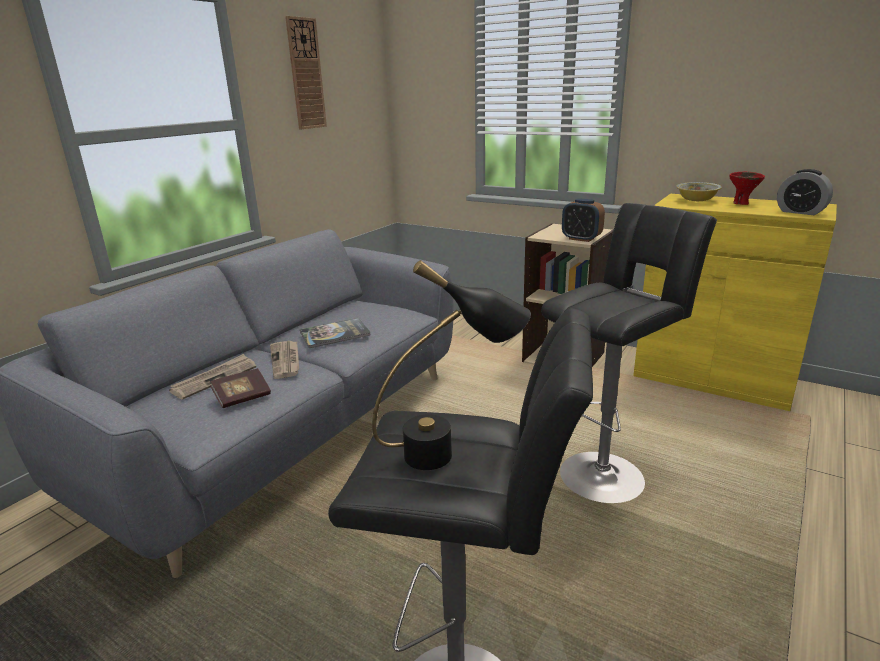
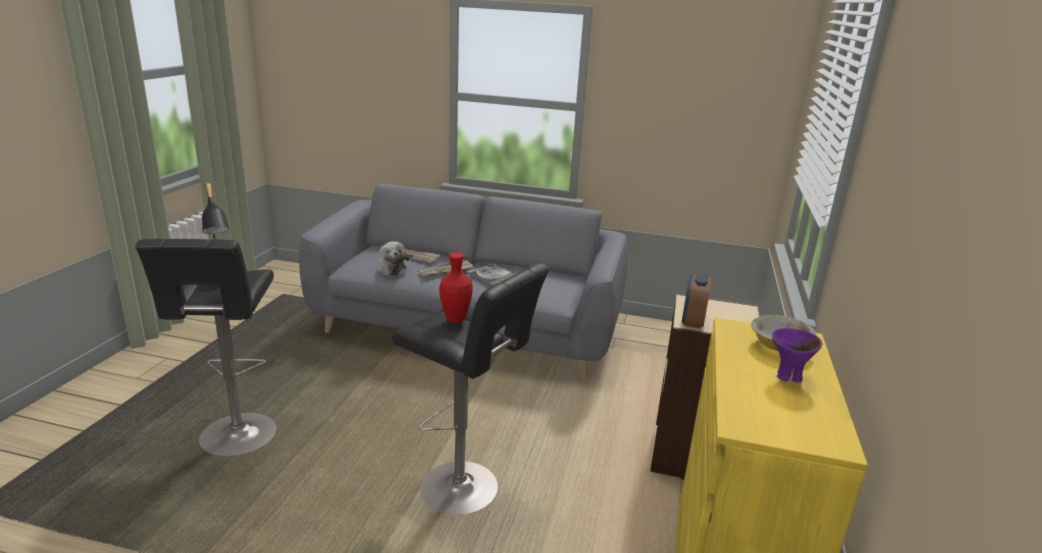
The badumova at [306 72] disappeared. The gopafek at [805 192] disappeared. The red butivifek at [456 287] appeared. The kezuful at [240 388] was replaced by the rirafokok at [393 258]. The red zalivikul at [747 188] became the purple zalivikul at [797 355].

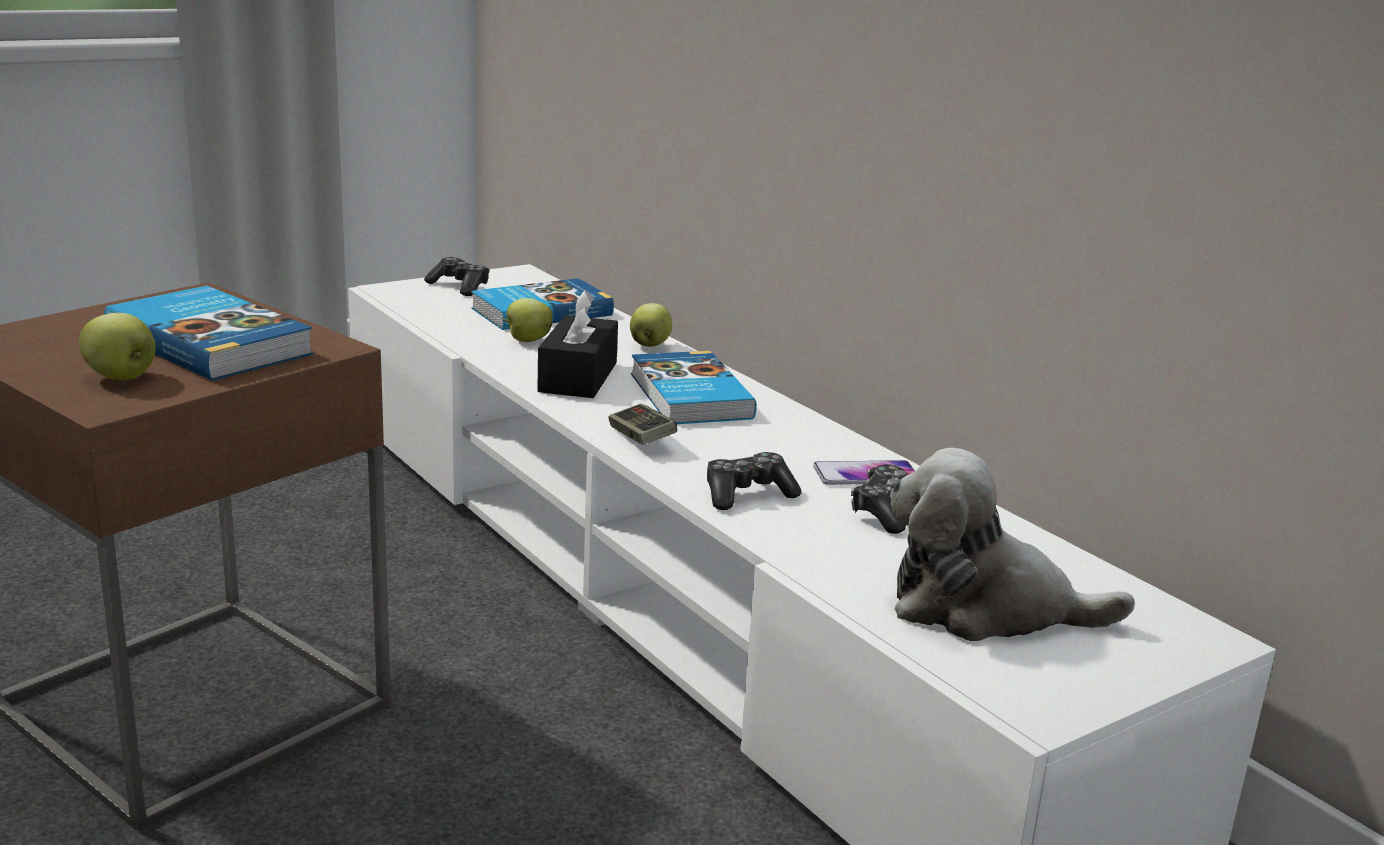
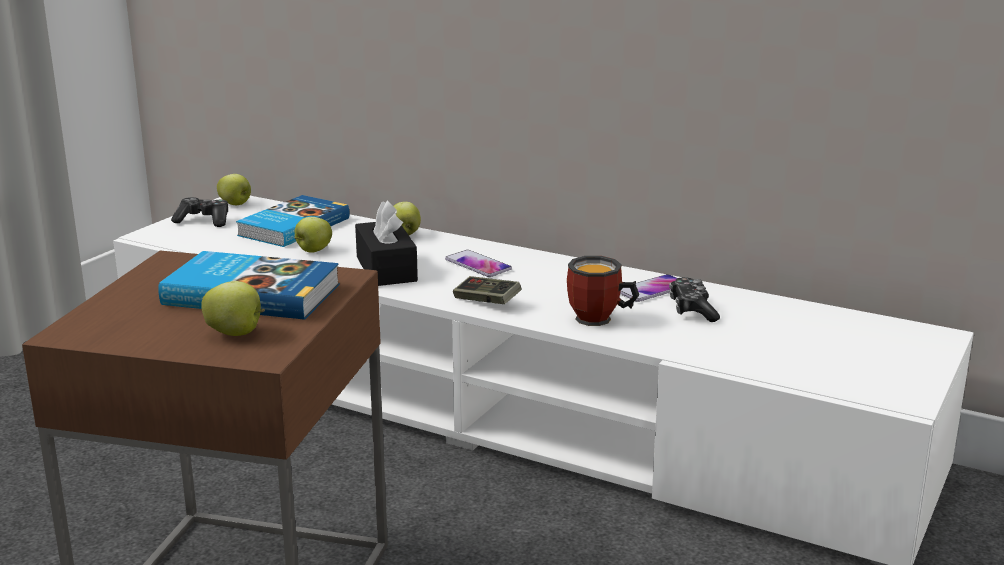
The rirafokok at [1012 544] disappeared. The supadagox at [234 189] appeared. The kezuful at [694 387] was replaced by the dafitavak at [478 263]. The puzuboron at [754 481] was replaced by the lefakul at [603 291].

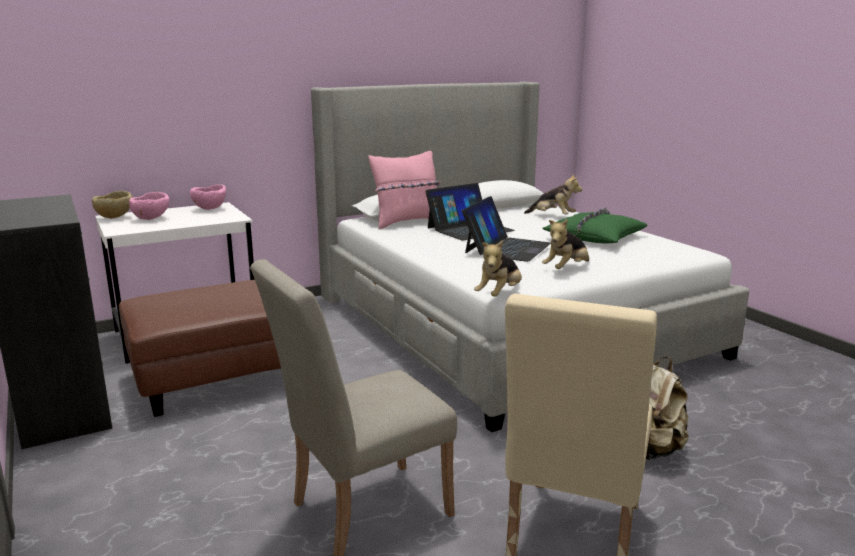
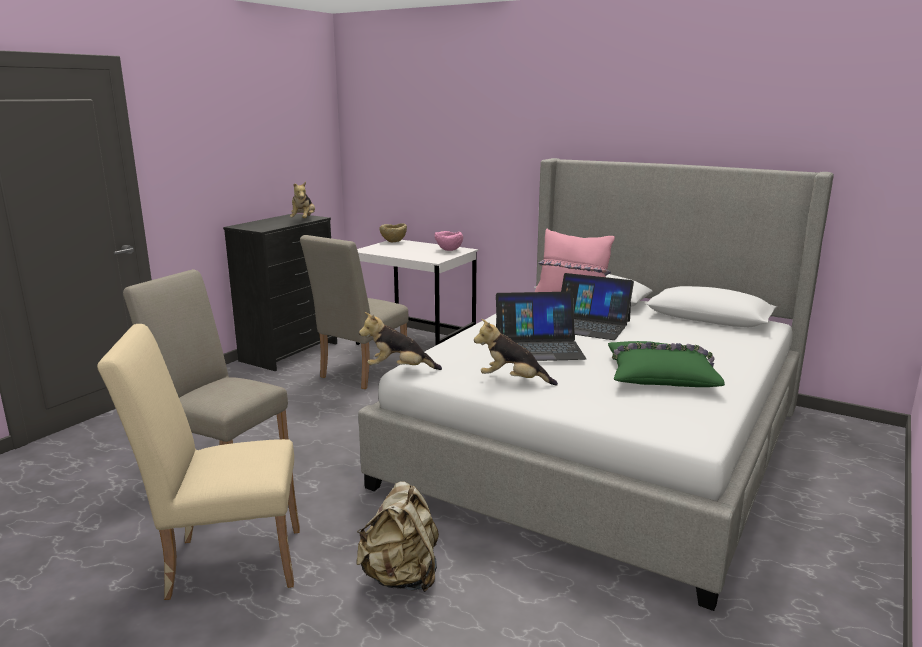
The pink zalivikul at [149 206] disappeared. The rirafokok moved from [553 194] to [302 200]. The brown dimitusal at [200 348] was replaced by the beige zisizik at [354 312].

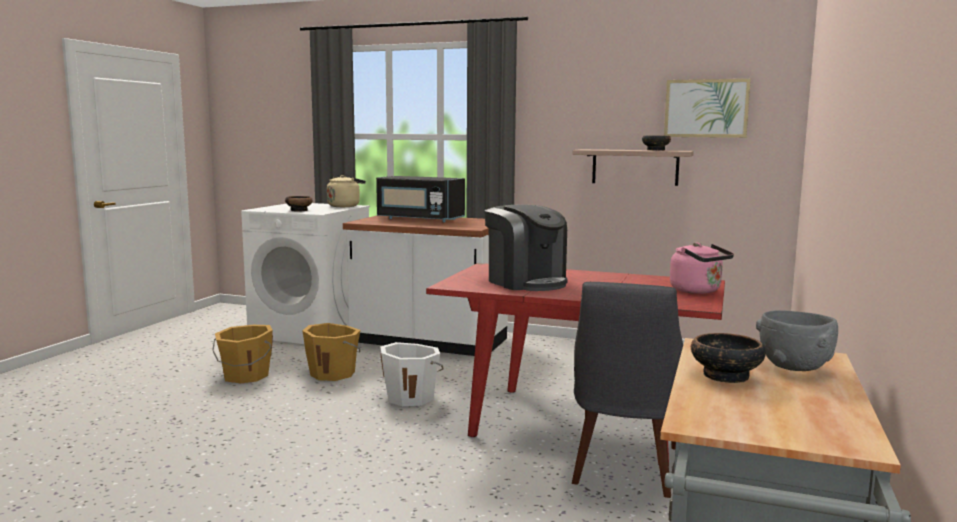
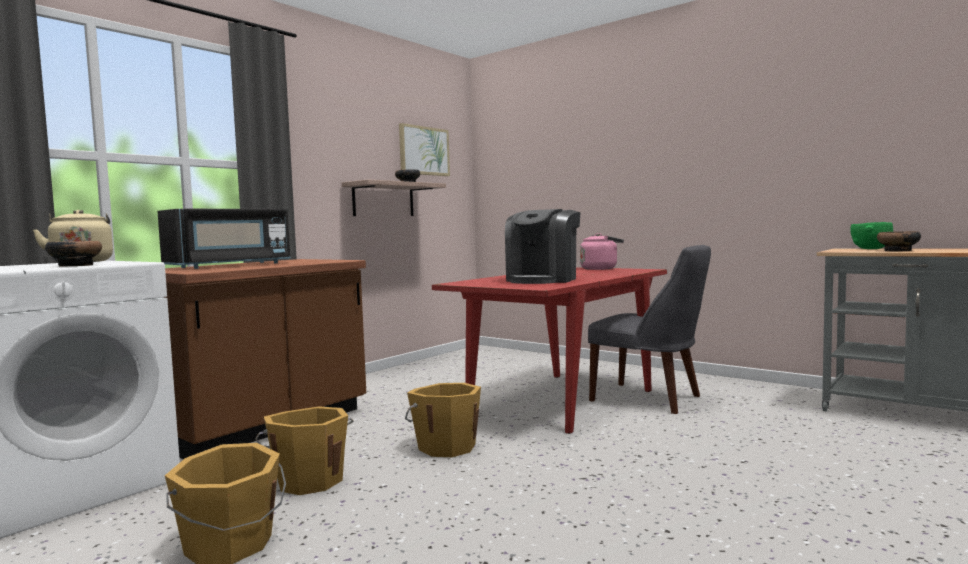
The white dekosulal at [425 285] became the brown dekosulal at [265 359]. The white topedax at [411 374] became the orange topedax at [443 420]. The grey zalivikul at [797 340] became the green zalivikul at [871 235]. The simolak at [526 247] turned 135 degrees clockwise.

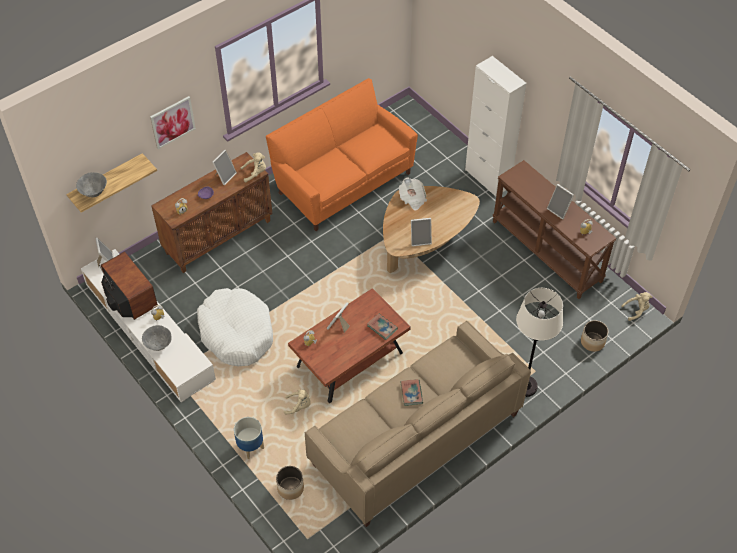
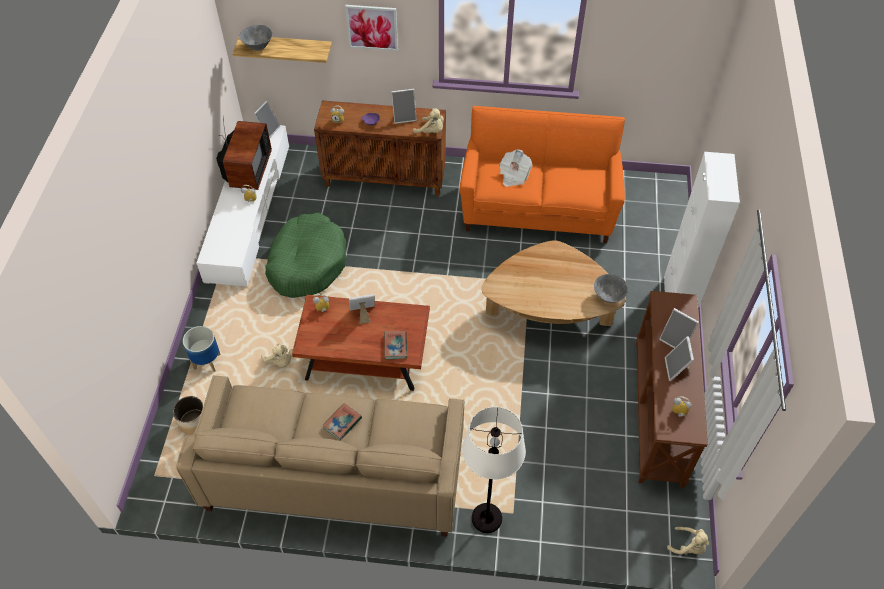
The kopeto at [594 336] disappeared. The grey zalivikul moved from [157 338] to [611 288]. The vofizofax moved from [413 194] to [515 167]. The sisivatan moved from [421 232] to [679 328]. The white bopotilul at [235 327] became the green bopotilul at [305 255].

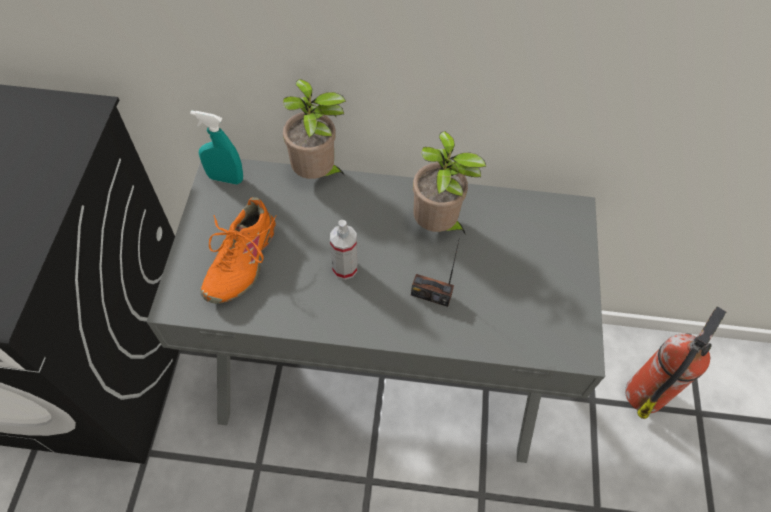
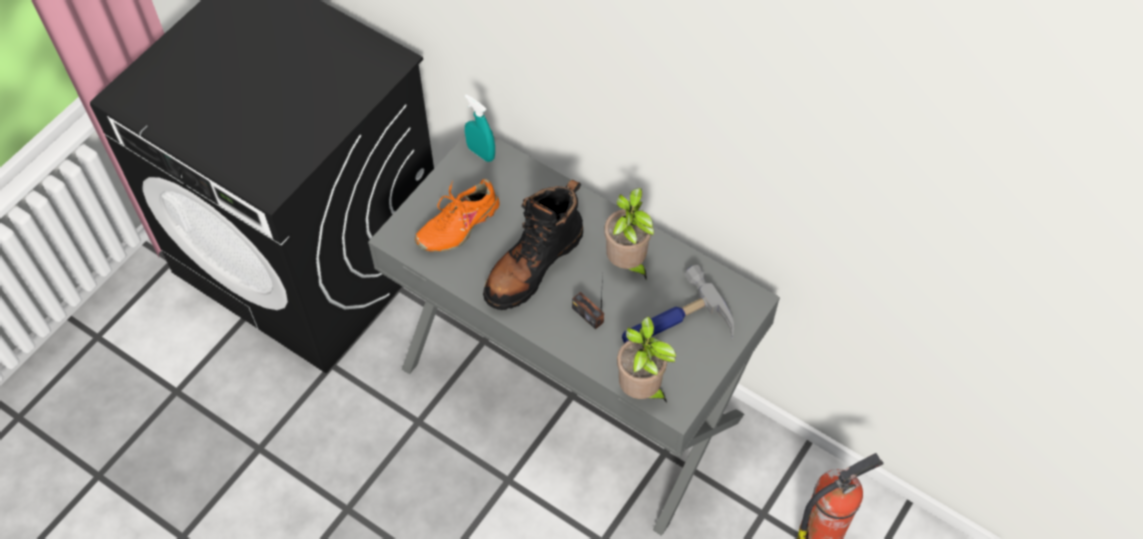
The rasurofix at [678 304] appeared. The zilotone moved from [314 129] to [646 359]. The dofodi at [343 250] was replaced by the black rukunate at [533 245].

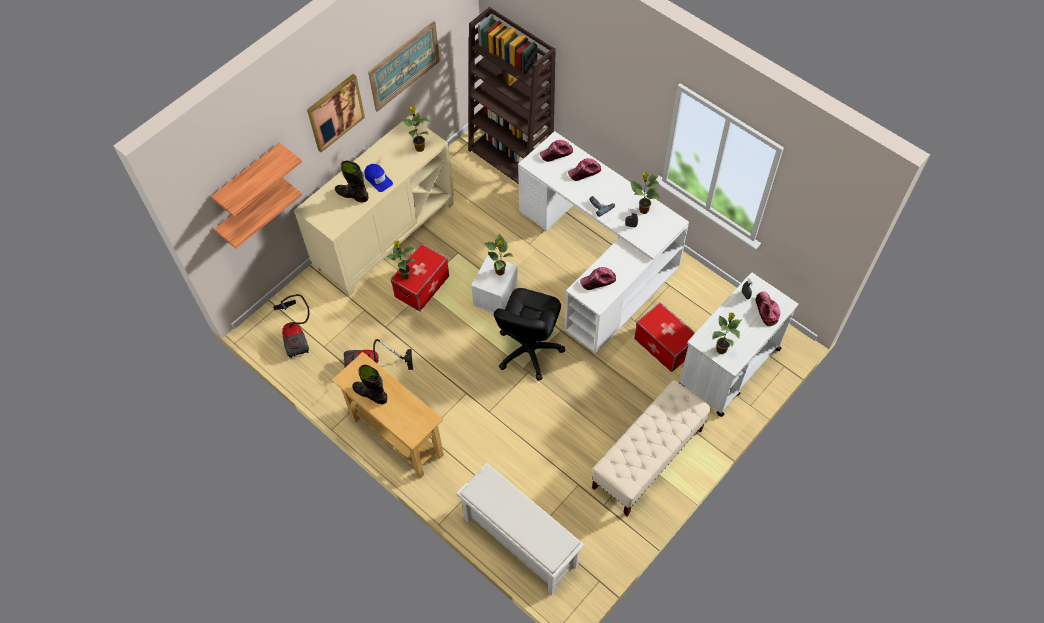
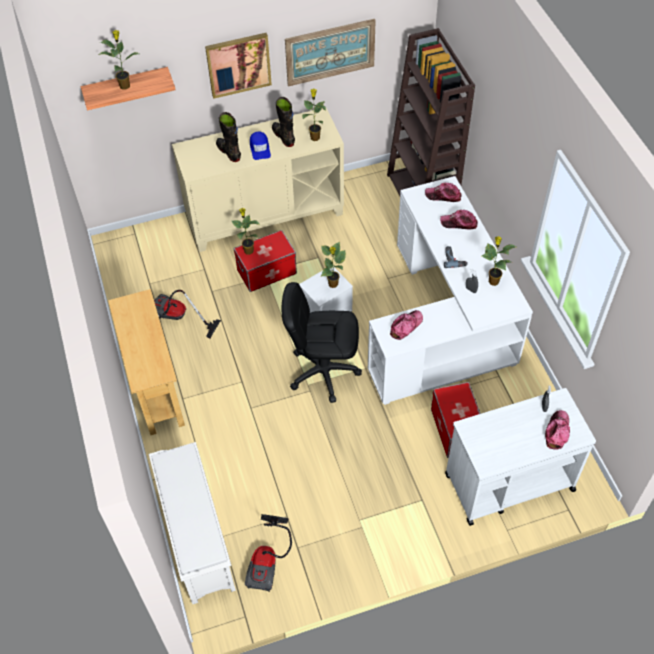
The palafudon at [258 213] disappeared. The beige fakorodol at [651 448] disappeared. The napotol moved from [291 326] to [268 553]. The black rukunate moved from [369 384] to [283 122]. The zilotone moved from [727 333] to [118 60]. The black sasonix at [529 334] turned 45 degrees clockwise. The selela at [598 278] turned 120 degrees clockwise.

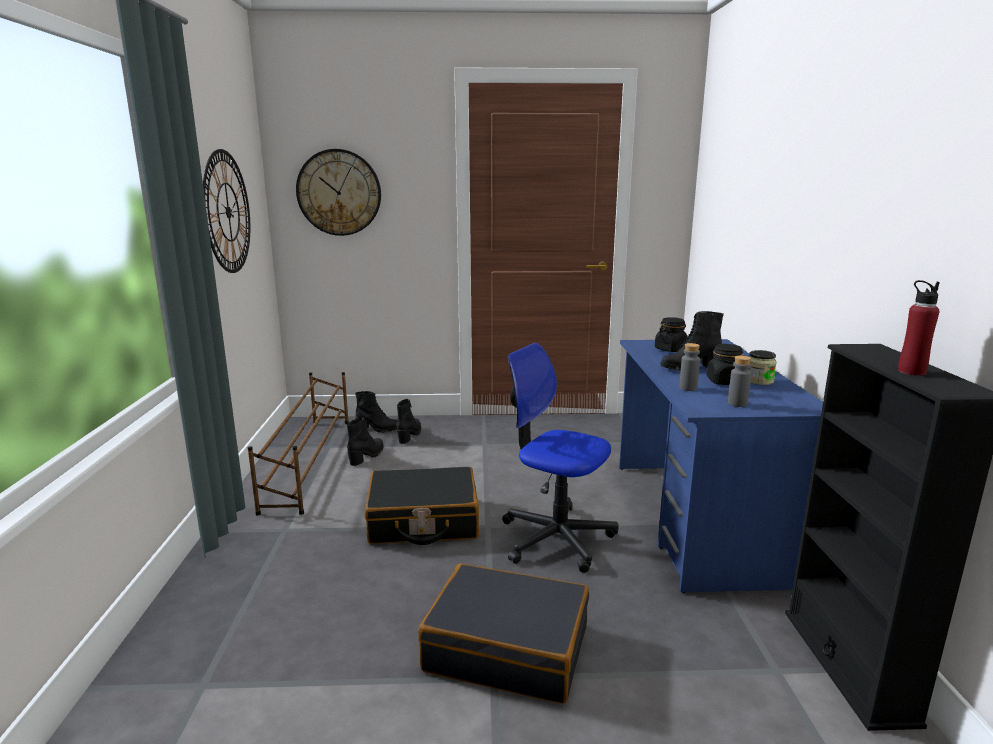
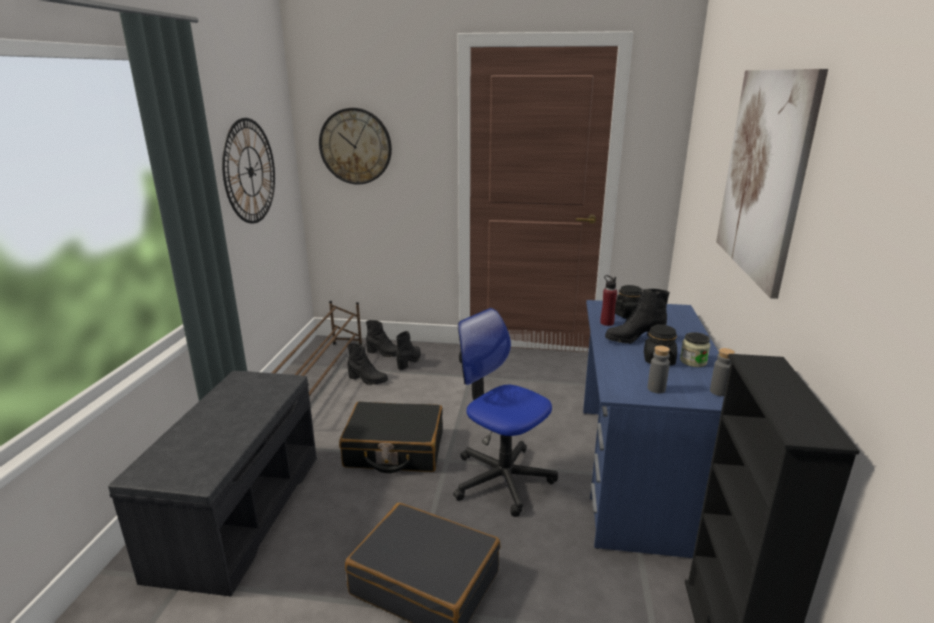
The grey fakorodol at [212 484] appeared. The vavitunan at [772 184] appeared. The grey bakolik moved from [689 367] to [722 372]. The red bakolik moved from [919 327] to [608 300]. The black rukunate at [365 441] turned 75 degrees clockwise.

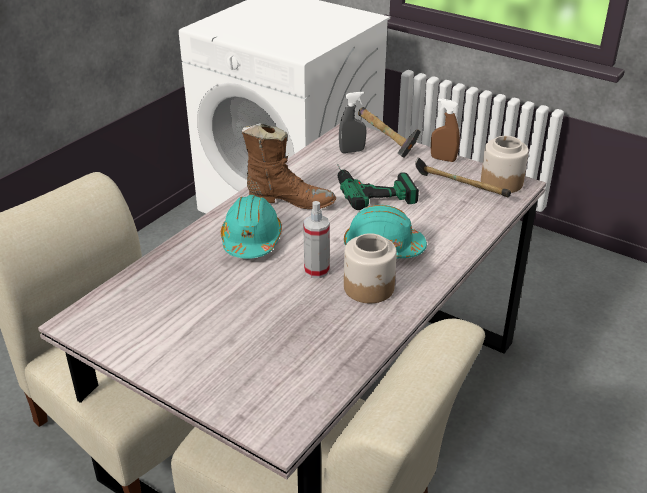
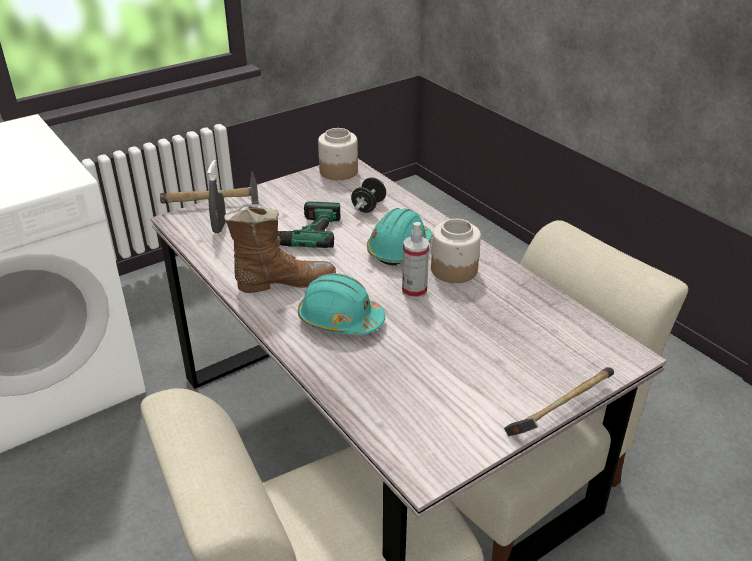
The brown dofodi at [445 130] disappeared. The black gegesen at [368 195] appeared. The rasurofix moved from [463 177] to [559 401]. The brown rukunate at [288 166] turned 45 degrees clockwise.

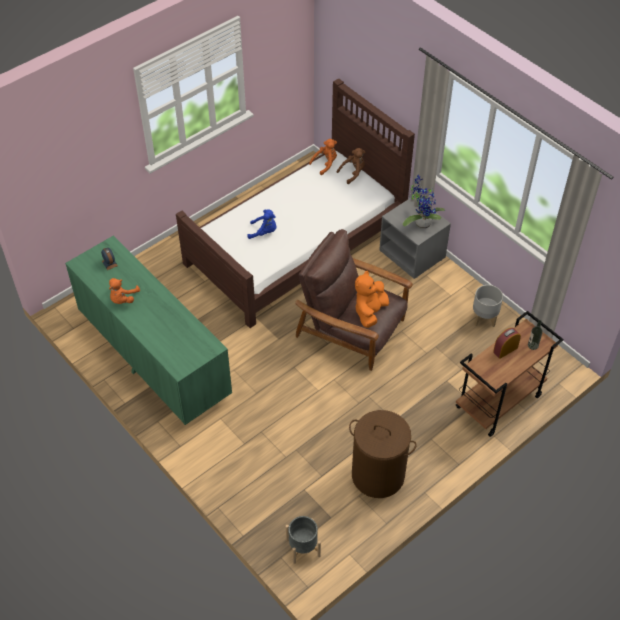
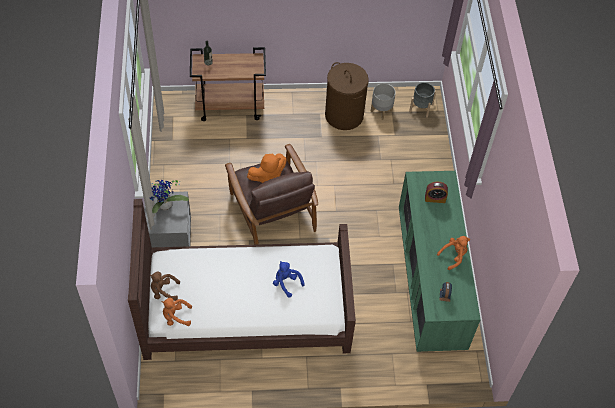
The grey kopeto moved from [488 306] to [383 101]. The gopafek moved from [507 343] to [436 192].

